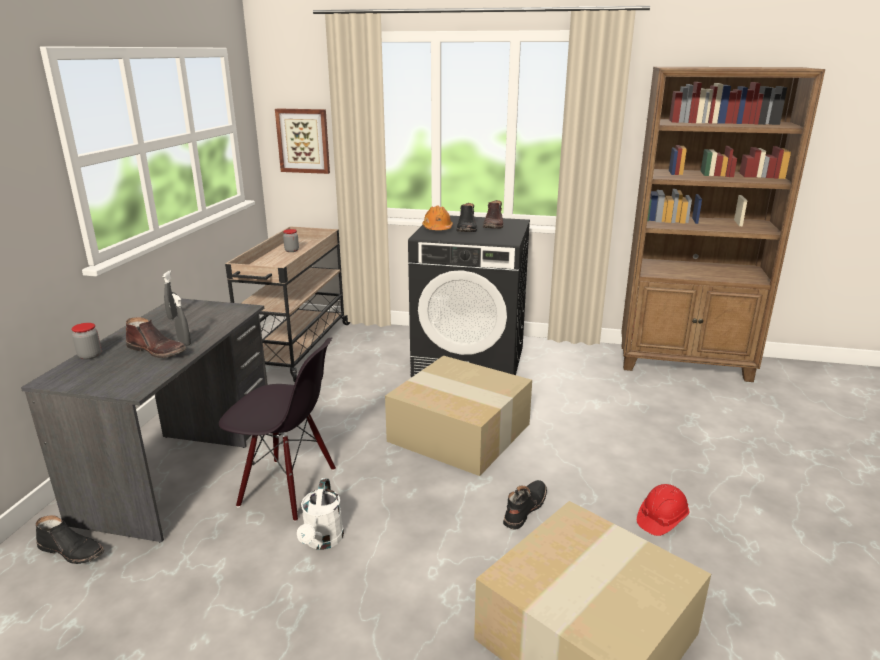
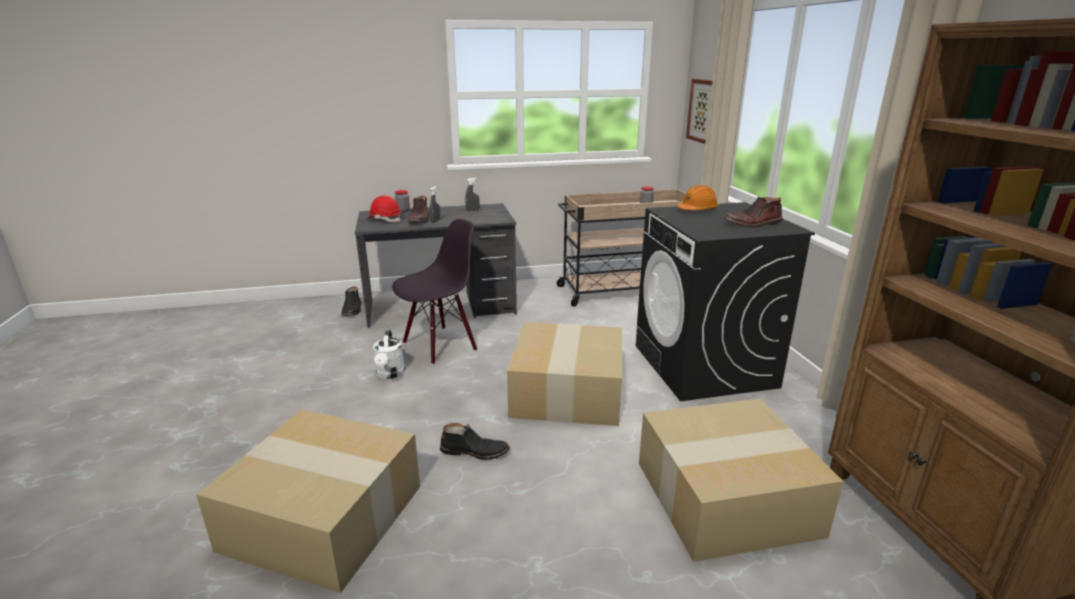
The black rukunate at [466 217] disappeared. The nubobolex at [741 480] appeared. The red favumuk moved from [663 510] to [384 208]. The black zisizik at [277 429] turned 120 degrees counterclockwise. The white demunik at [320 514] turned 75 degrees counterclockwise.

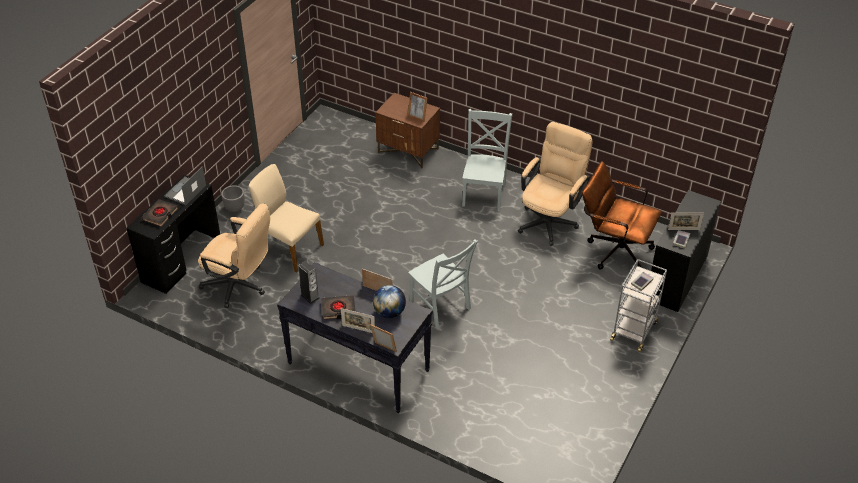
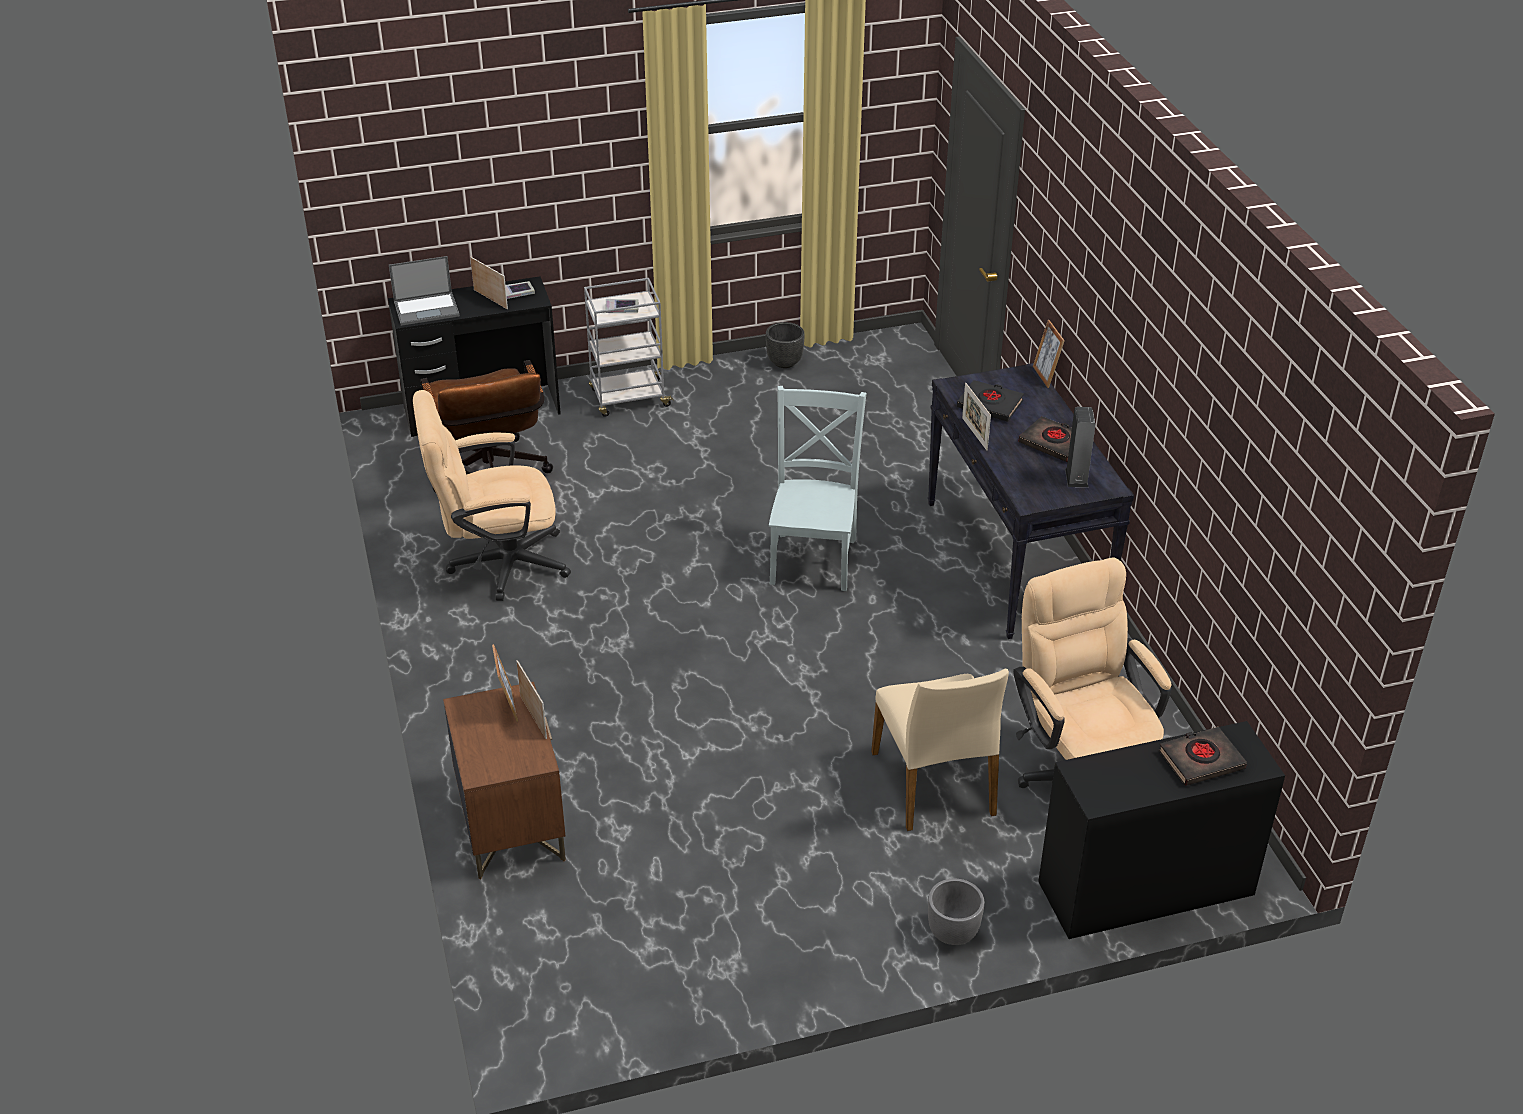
The grey zisizik at [487 160] disappeared. The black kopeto at [785 345] appeared. The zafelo moved from [185 185] to [424 291]. The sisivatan moved from [358 320] to [531 699]. The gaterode at [389 301] was replaced by the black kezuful at [990 401].

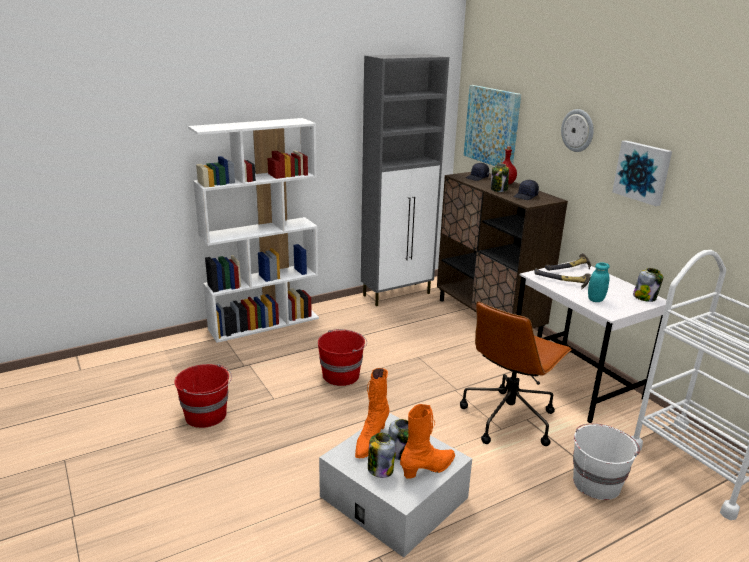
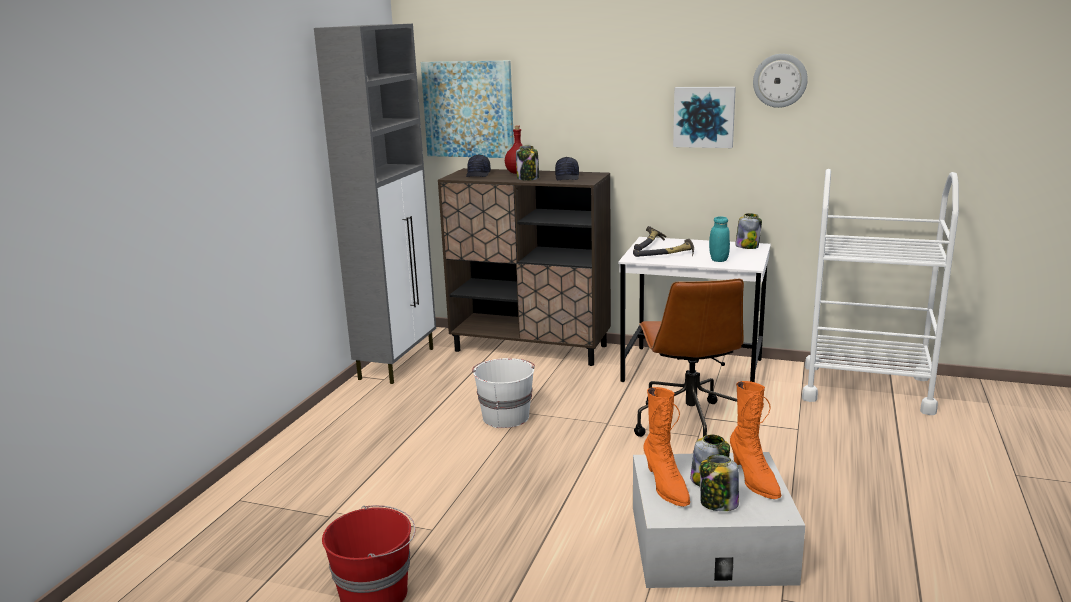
The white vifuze at [253 230] disappeared. The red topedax at [342 357] disappeared. The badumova moved from [577 130] to [780 81]. The white topedax moved from [606 461] to [503 393]. The orange rukunate at [427 441] turned 150 degrees clockwise.

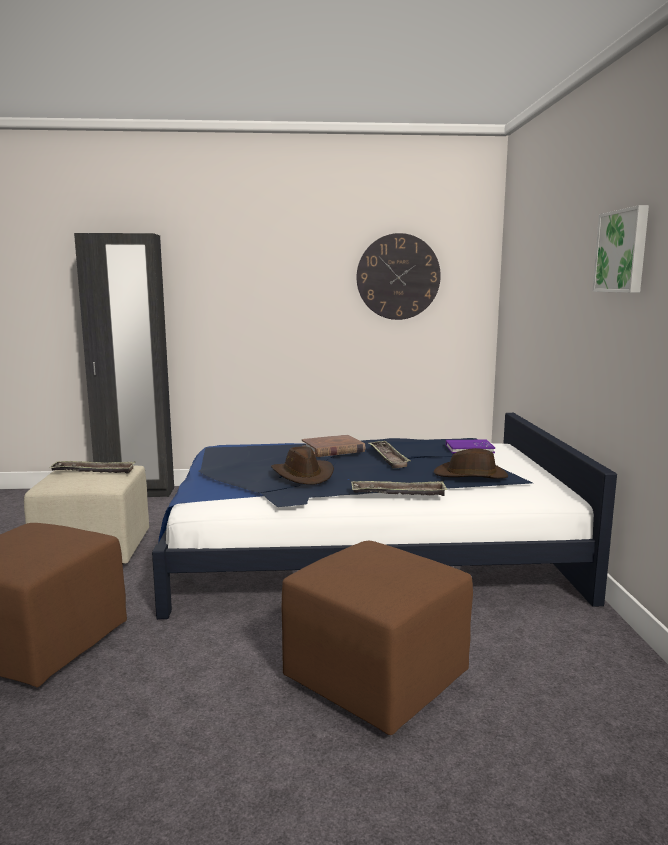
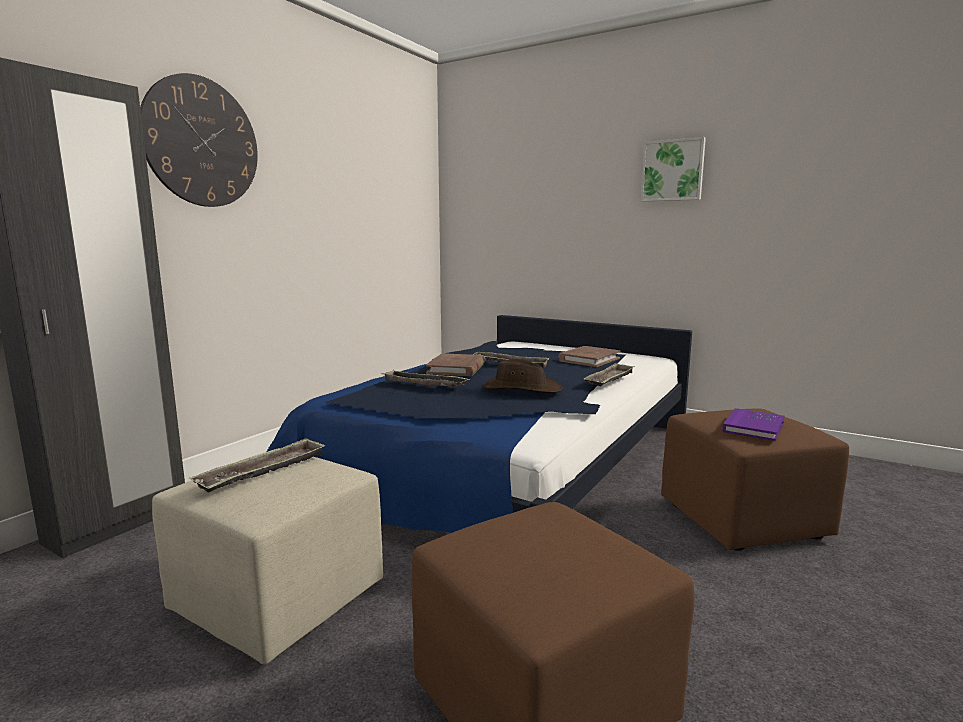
The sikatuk at [425 378] appeared. The badumova moved from [399 276] to [199 140]. The purple kezuful moved from [470 447] to [753 424]. The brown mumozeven at [470 463] was replaced by the brown kezuful at [589 356].

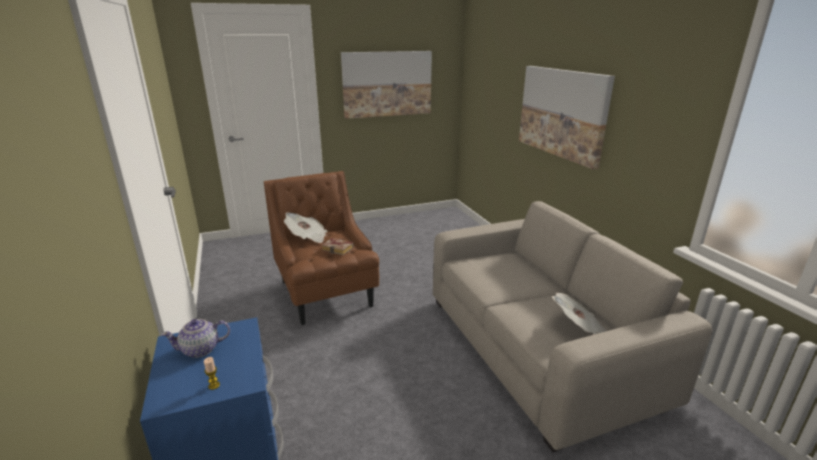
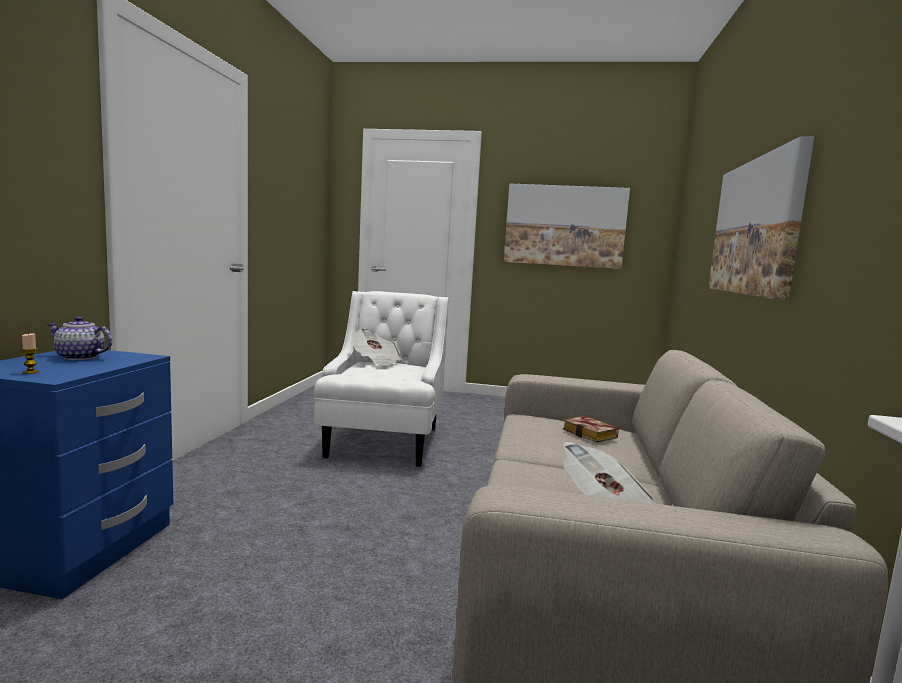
The kezuful moved from [337 246] to [591 429]. The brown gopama at [321 248] became the white gopama at [381 379].

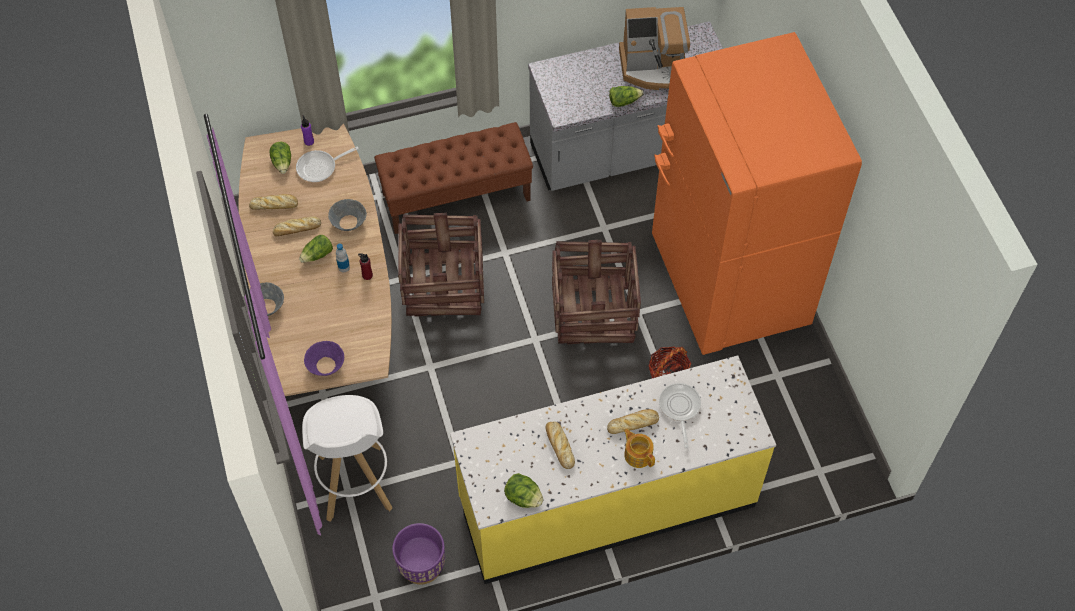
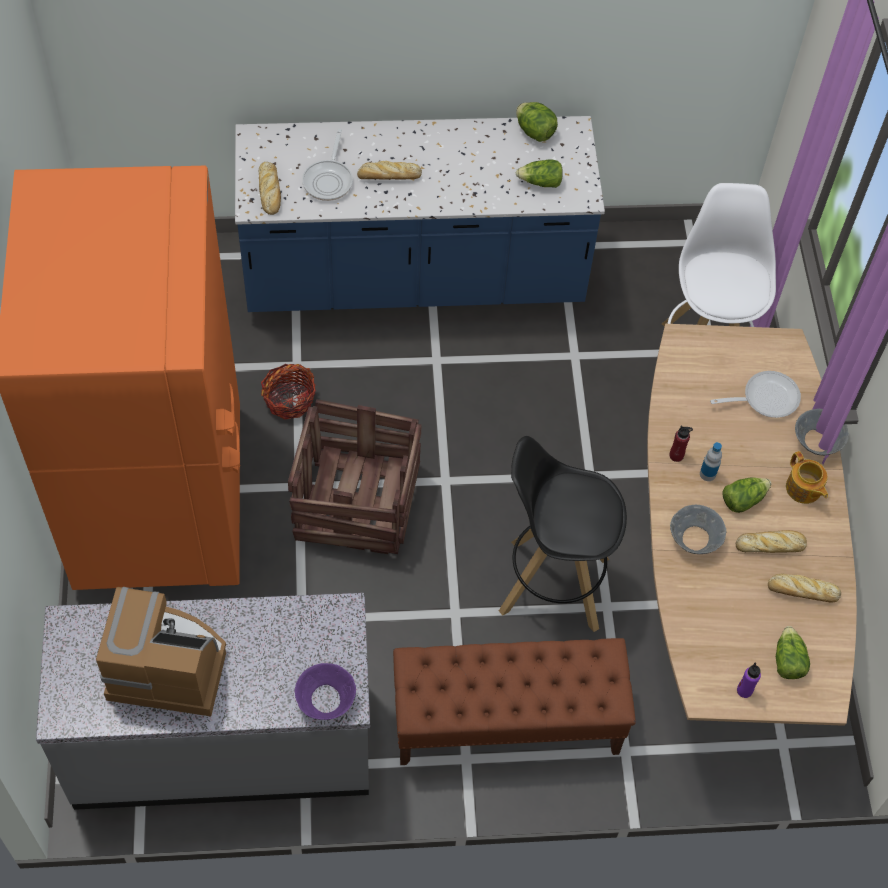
The purple kopeto at [418 554] disappeared. The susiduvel moved from [327 164] to [755 394]. The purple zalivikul moved from [324 358] to [325 691]. The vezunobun moved from [560 445] to [270 188]. The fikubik moved from [626 96] to [539 174]. The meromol moved from [639 448] to [807 477]. The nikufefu at [441 265] was replaced by the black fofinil at [563 534]. The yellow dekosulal at [613 469] became the blue dekosulal at [420 214].

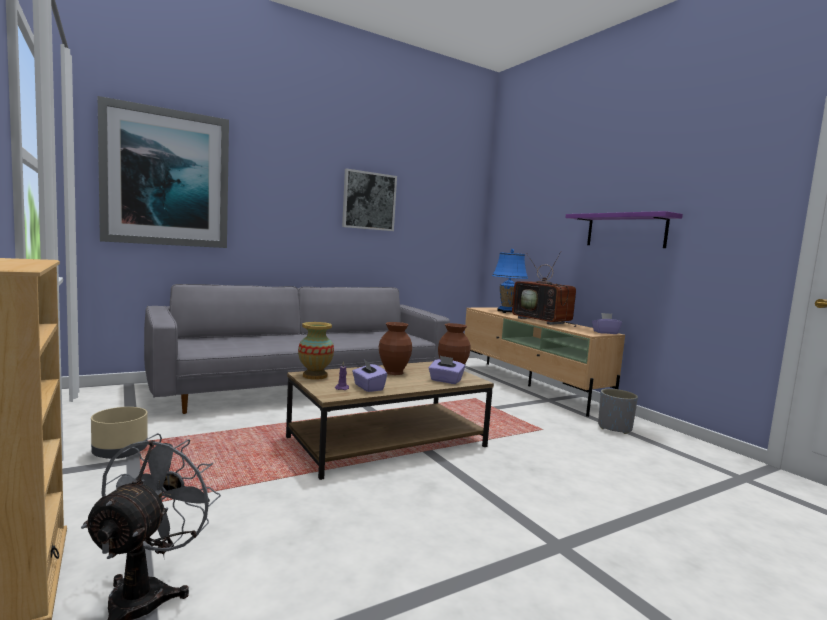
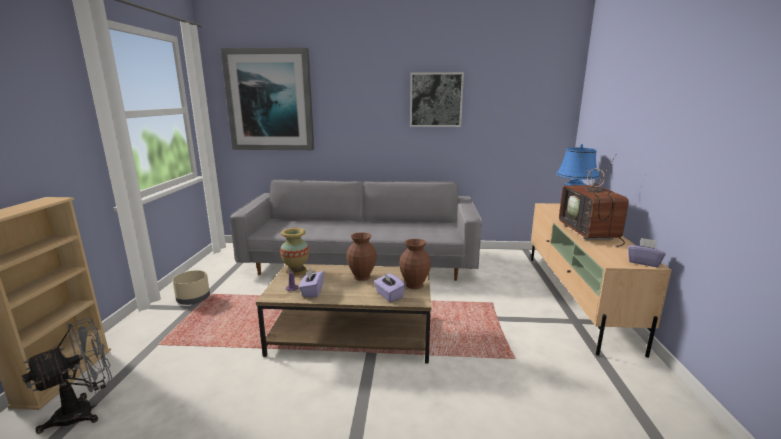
The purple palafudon at [624 229] disappeared. The grey kopeto at [618 411] disappeared.

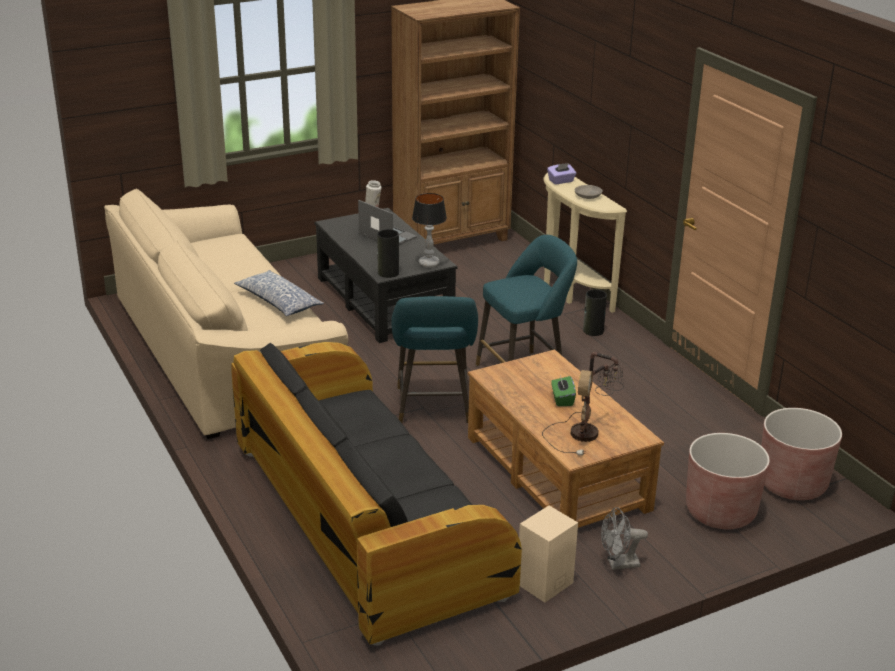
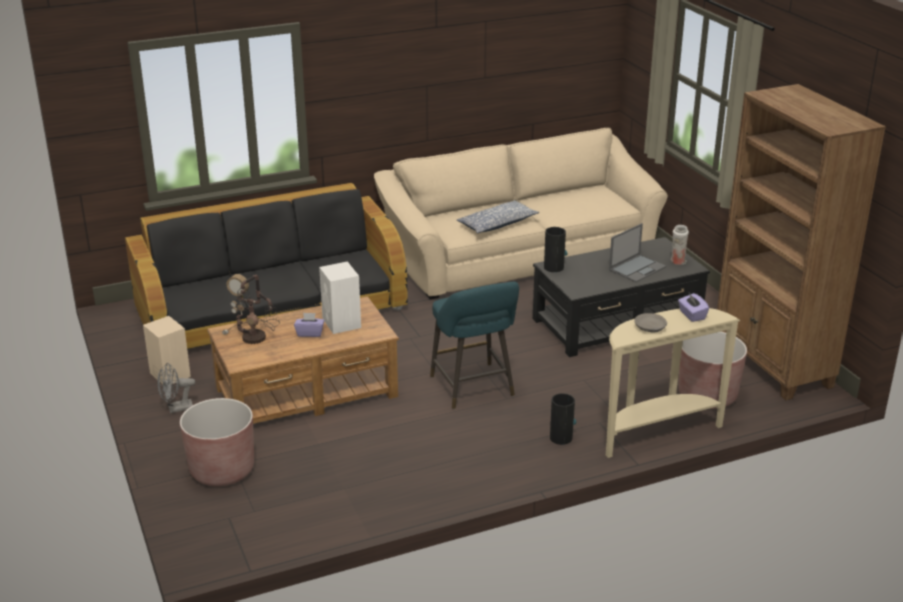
The turquoise fofinil at [434 359] disappeared. The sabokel at [429 230] disappeared. The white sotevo at [340 297] appeared. The brown kopeto moved from [801 454] to [712 370]. The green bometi at [563 390] became the purple bometi at [309 325]. The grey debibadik at [624 538] turned 105 degrees counterclockwise.

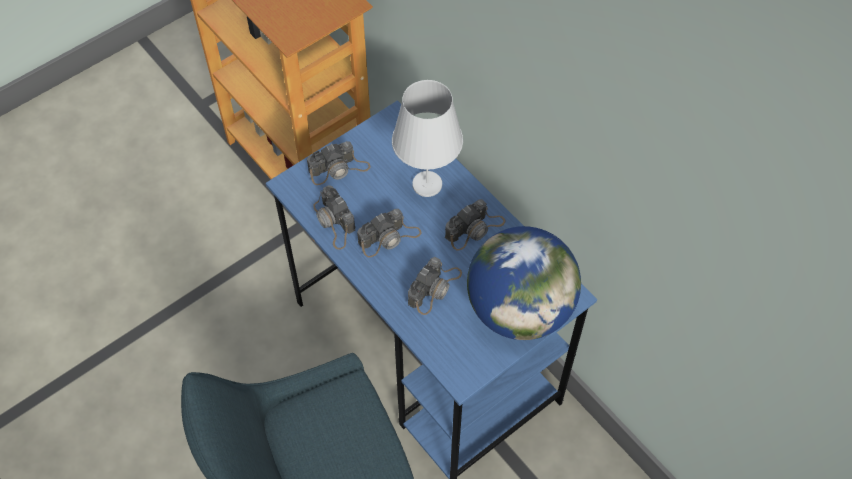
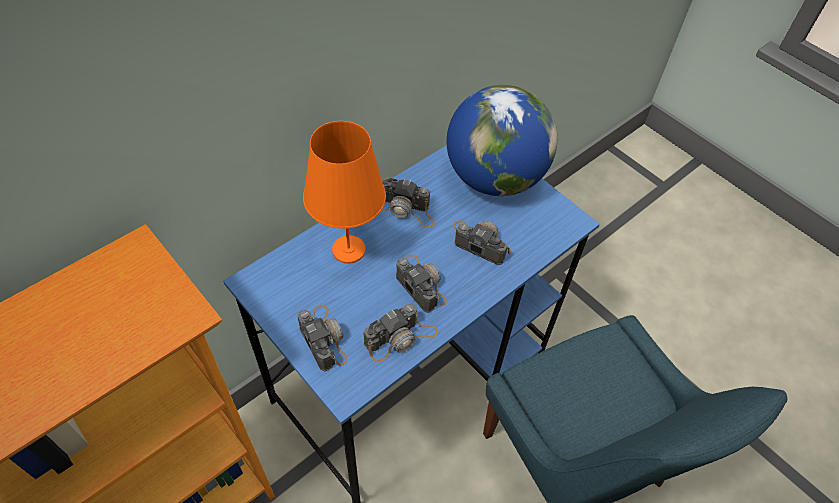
The white sabokel at [427 138] became the orange sabokel at [344 192]. The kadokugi at [475 225] turned 150 degrees clockwise.

